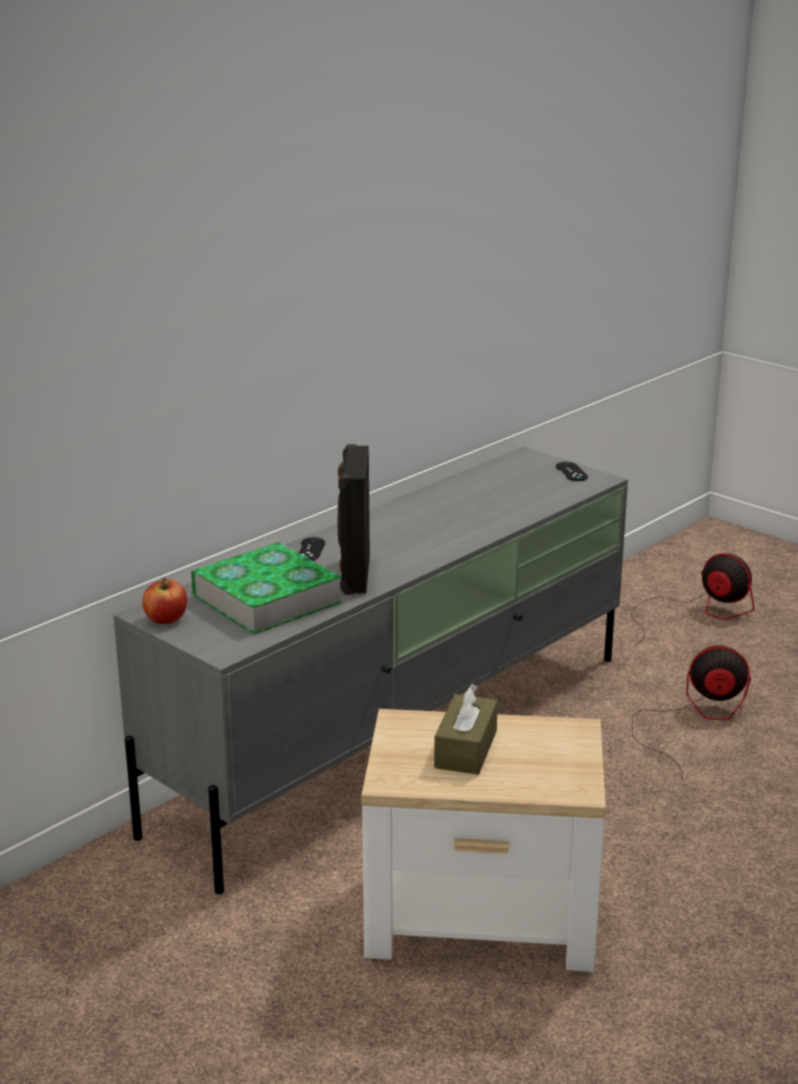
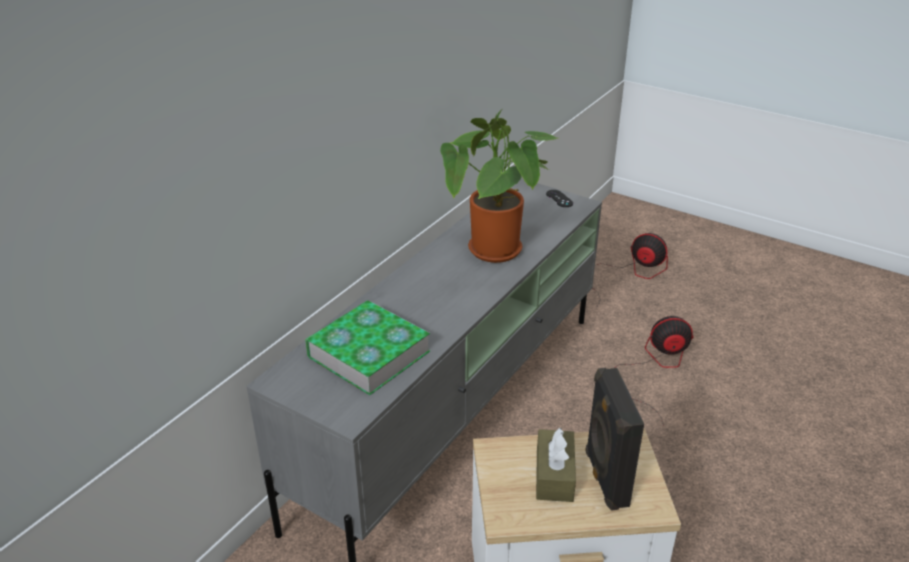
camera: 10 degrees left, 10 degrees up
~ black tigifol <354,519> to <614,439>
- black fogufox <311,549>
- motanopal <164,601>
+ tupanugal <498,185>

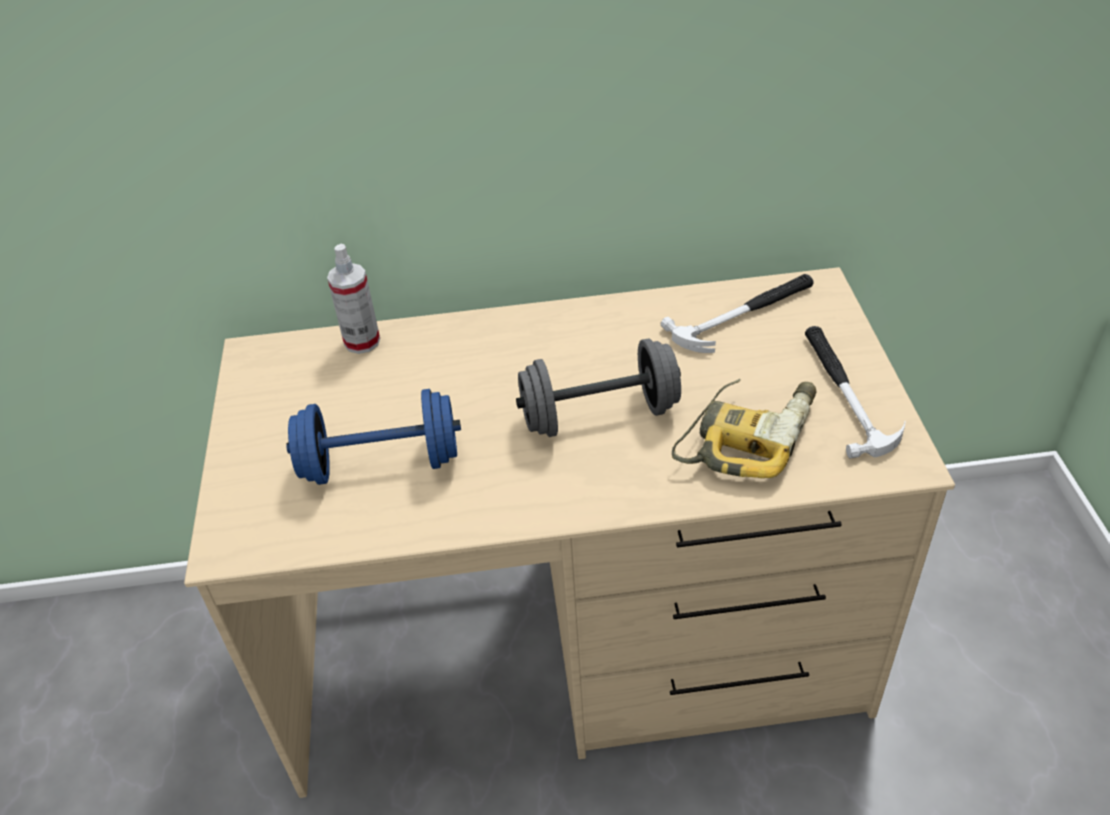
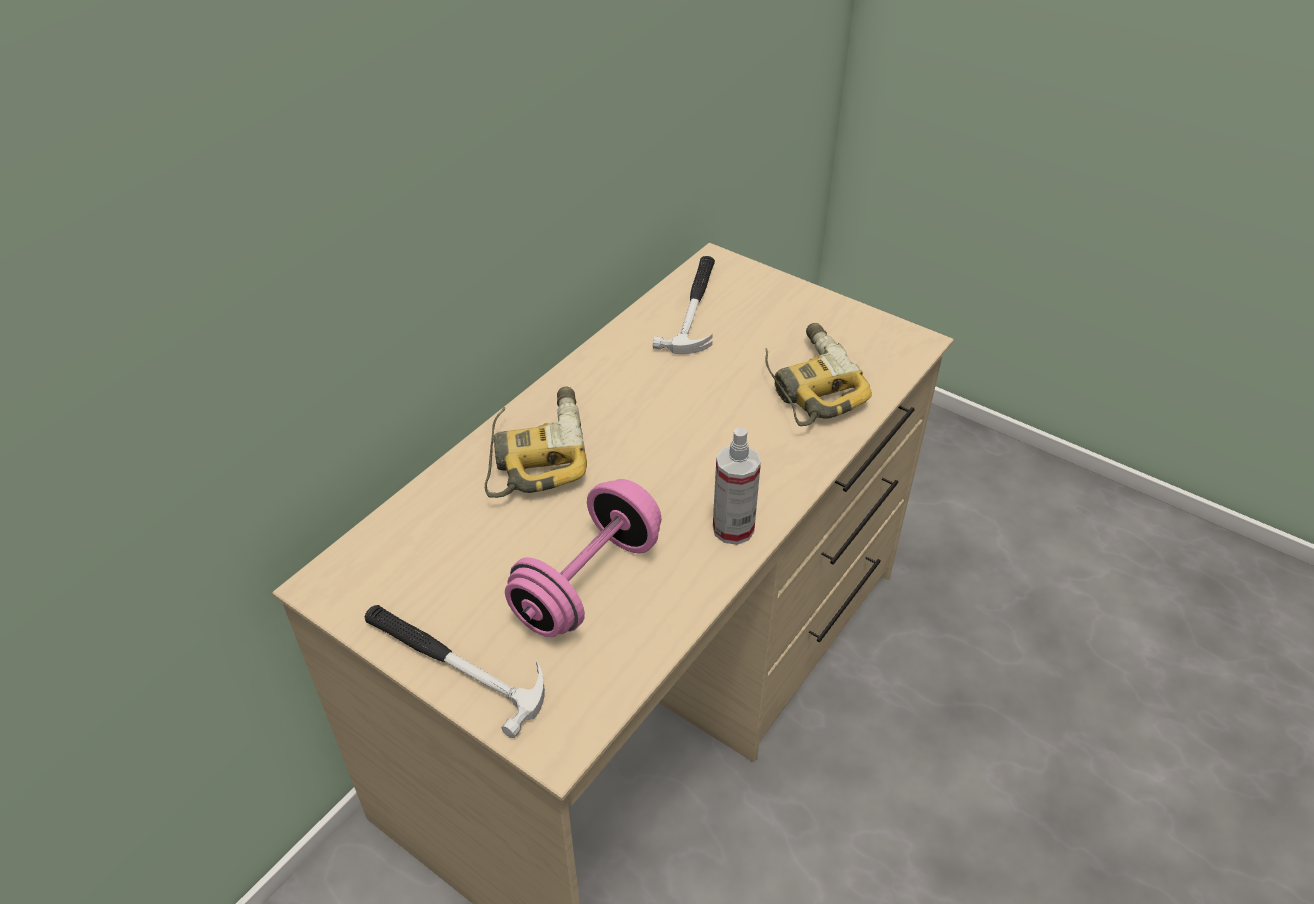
camera: 50 degrees left, 0 degrees up
~ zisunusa <353,299> to <737,486>
~ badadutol <855,392> to <455,671>
- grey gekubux <598,387>
~ blue gekubux <373,437> to pink gekubux <583,558>
+ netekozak <536,442>

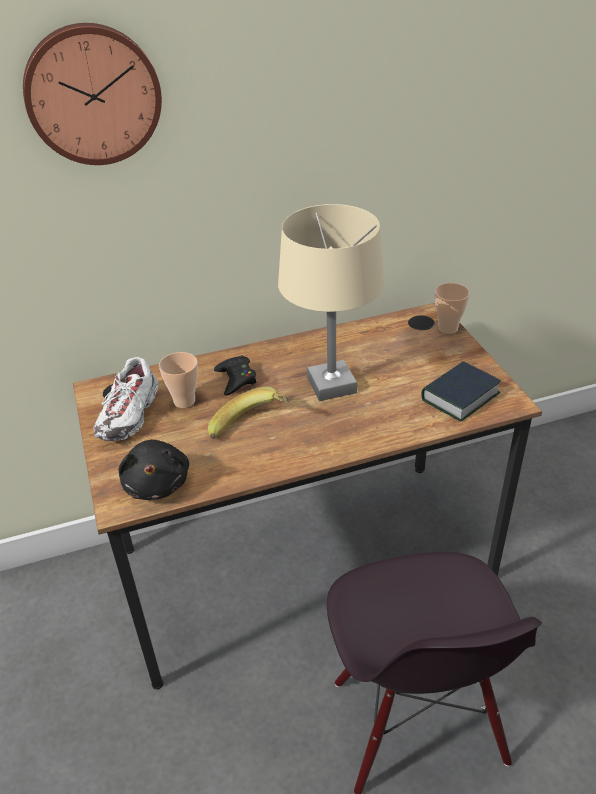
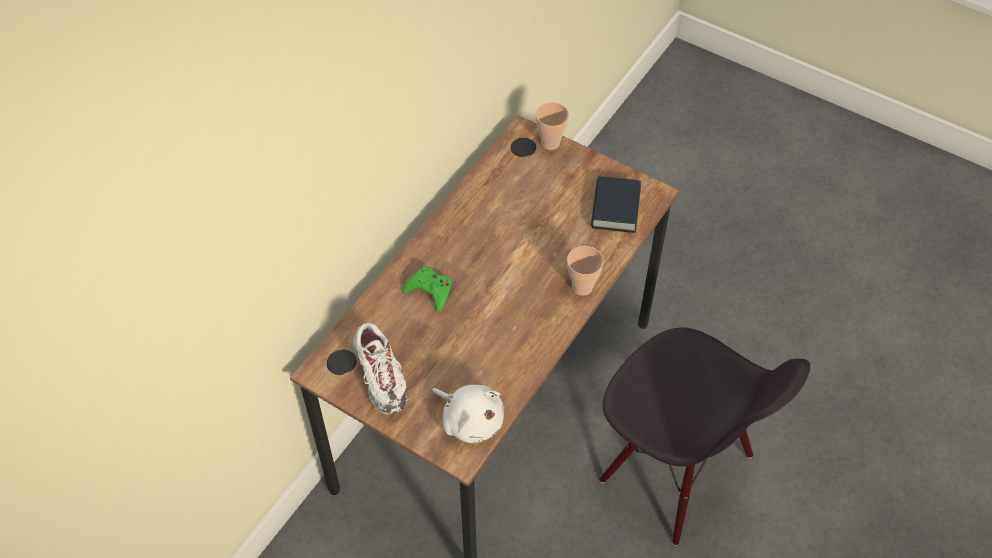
camera: 40 degrees left, 15 degrees up
- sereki <92,94>
- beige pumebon <331,302>
~ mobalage <178,380> to <585,271>
~ black fogufox <235,375> to green fogufox <427,289>
- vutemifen <249,413>
~ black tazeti <153,469> to white tazeti <468,414>

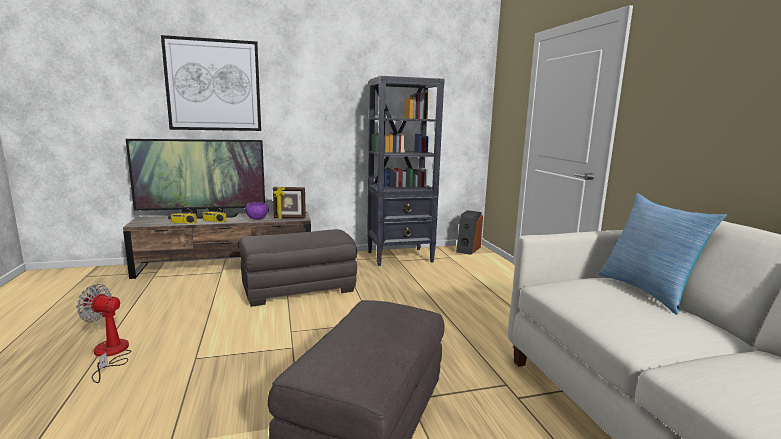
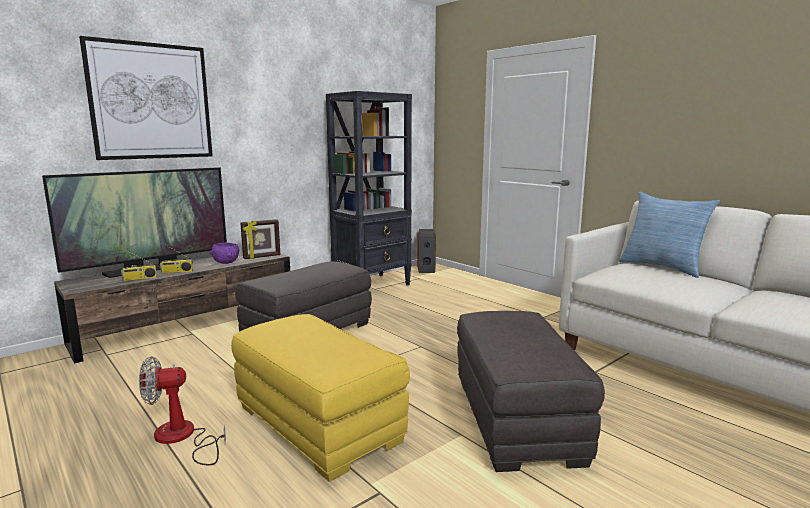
camera: 25 degrees left, 0 degrees up
+ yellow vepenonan <320,398>

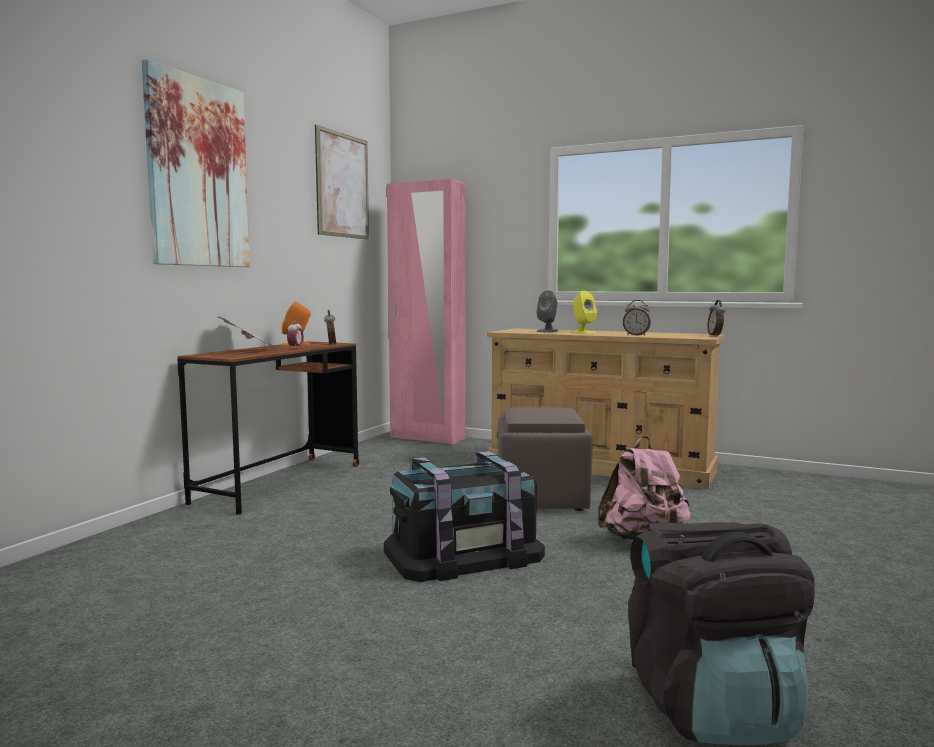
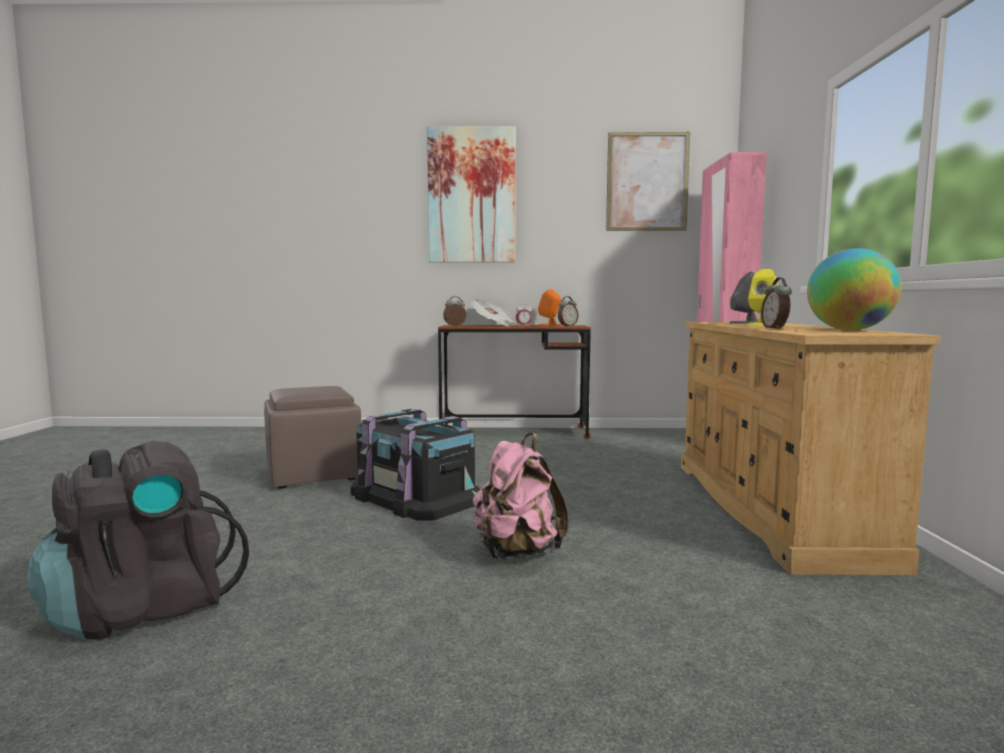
camera: 65 degrees right, 0 degrees up
~ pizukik <716,318> to <454,311>
~ brown vepenonan <544,459> to <312,437>
+ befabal <854,289>

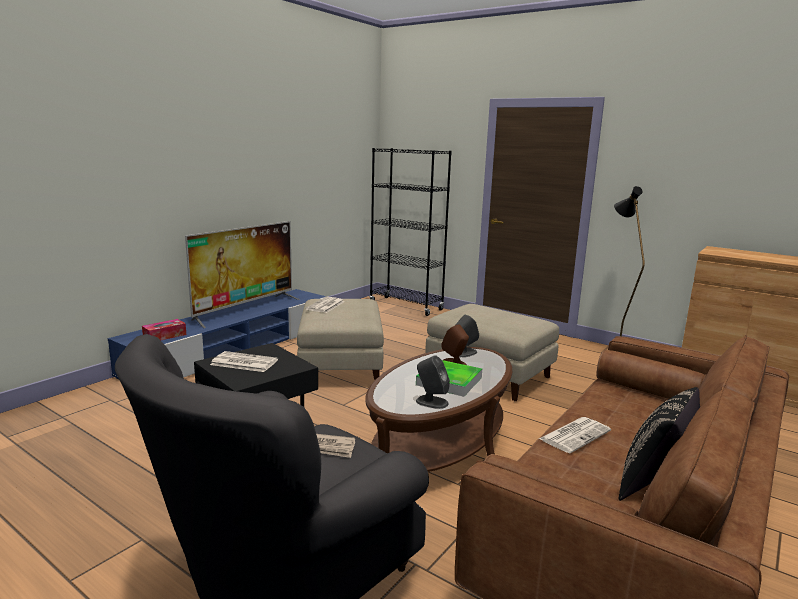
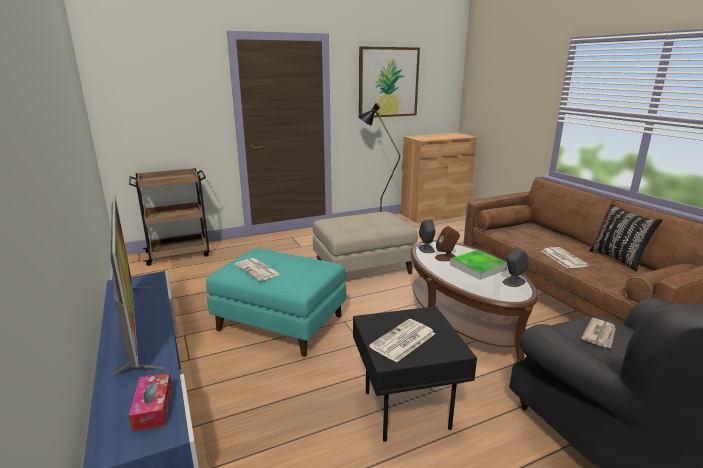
camera: 60 degrees left, 5 degrees up
~ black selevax <410,232> to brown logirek <169,217>
~ beige vepenonan <340,340> to turquoise vepenonan <276,302>
+ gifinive <389,81>

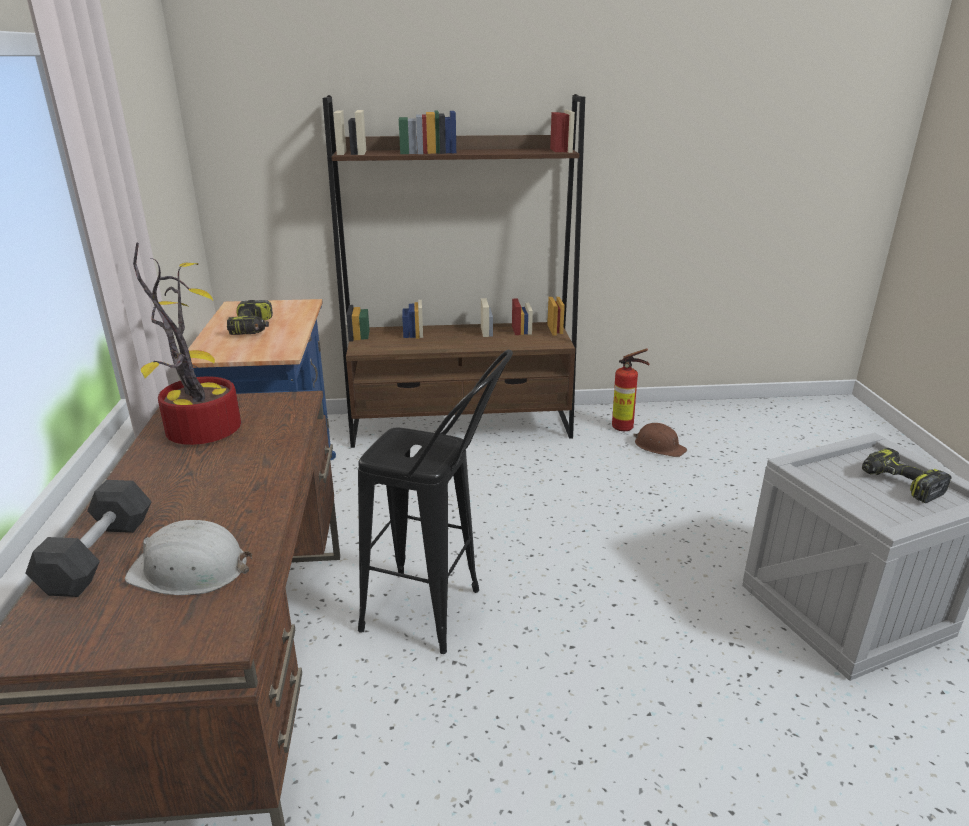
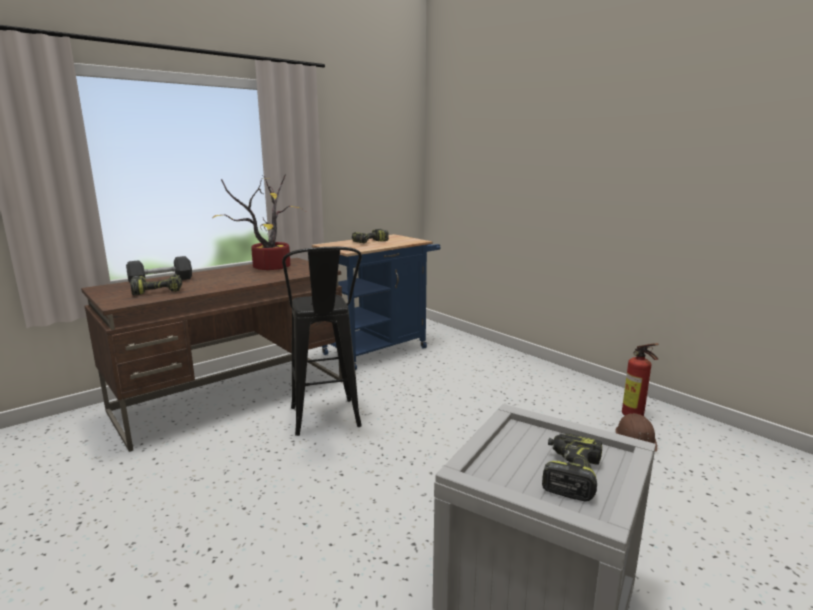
camera: 55 degrees right, 10 degrees down
- brown selevax <454,271>
~ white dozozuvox <188,557> to netekozak <156,284>

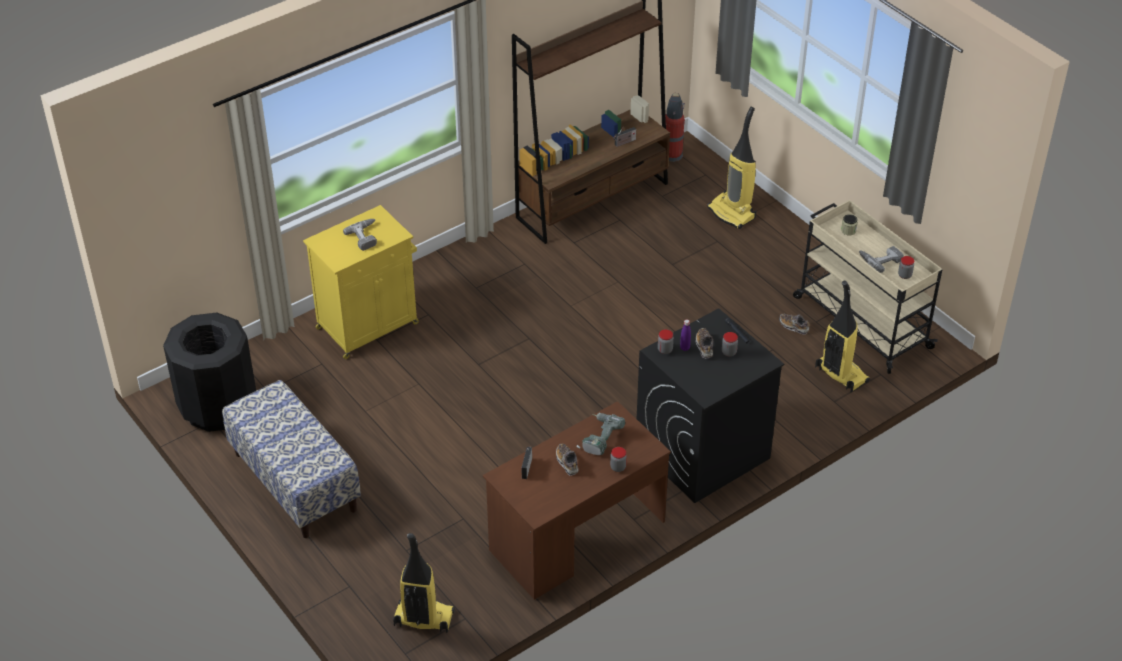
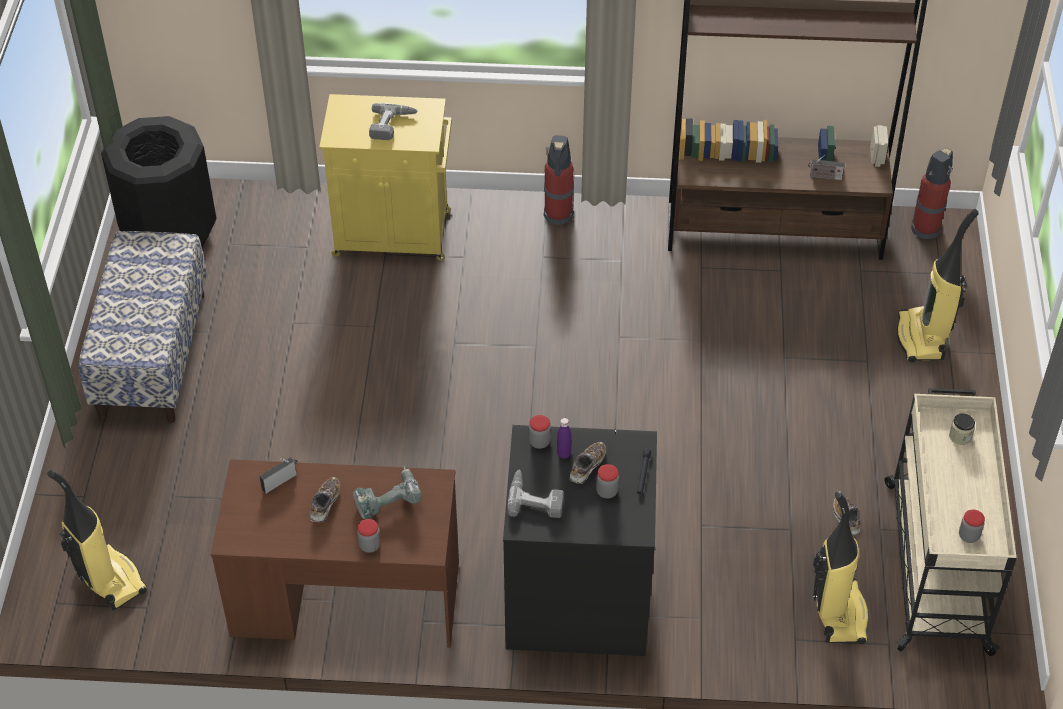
camera: 40 degrees right, 5 degrees up
~ netekozak <881,259> to <535,494>
+ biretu <558,180>

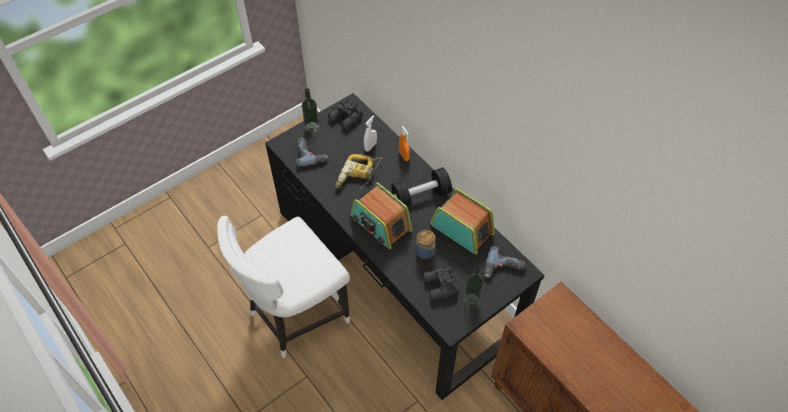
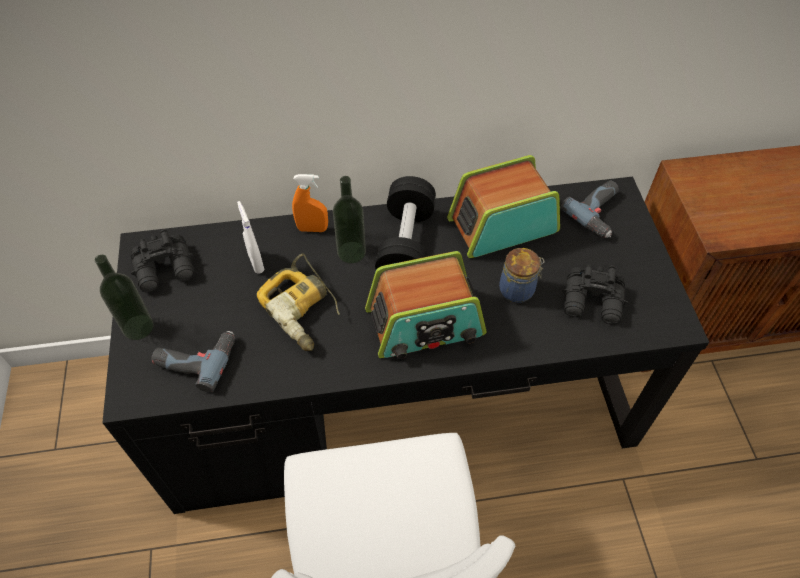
camera: 60 degrees left, 0 degrees up
~ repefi <473,287> to <349,219>

